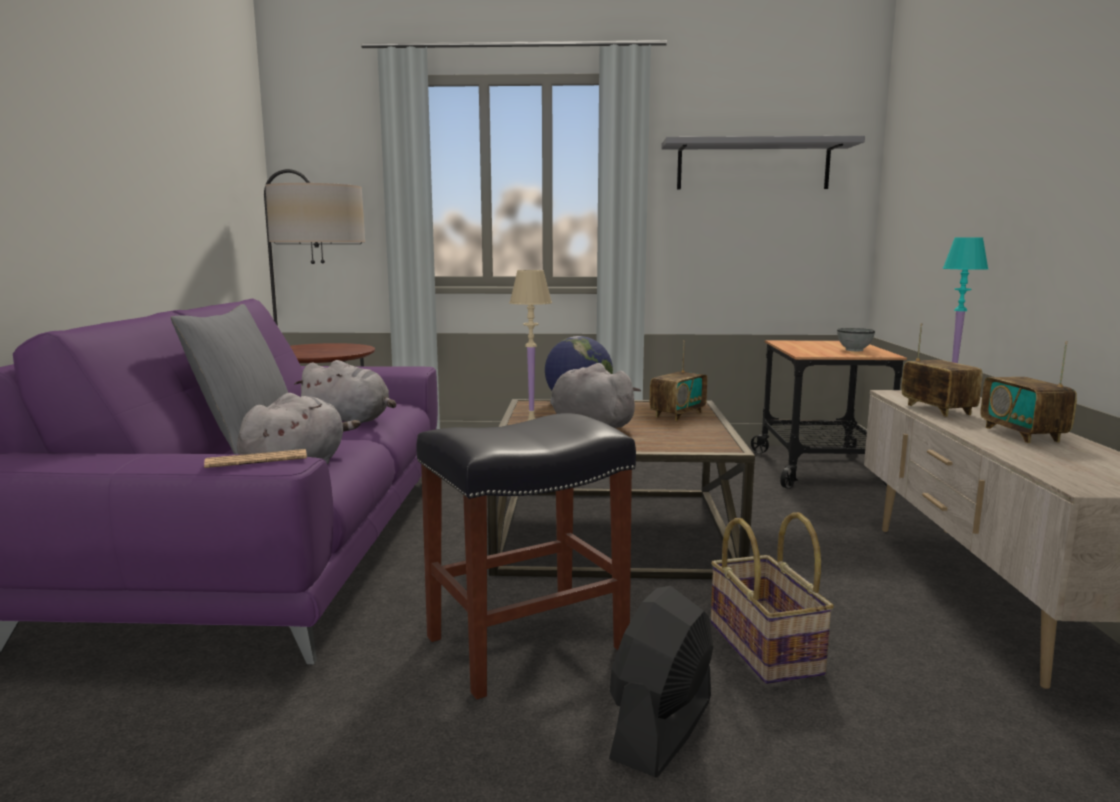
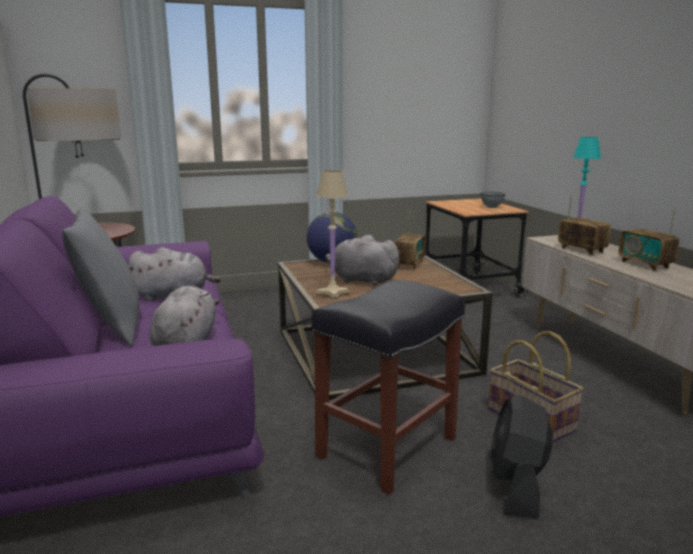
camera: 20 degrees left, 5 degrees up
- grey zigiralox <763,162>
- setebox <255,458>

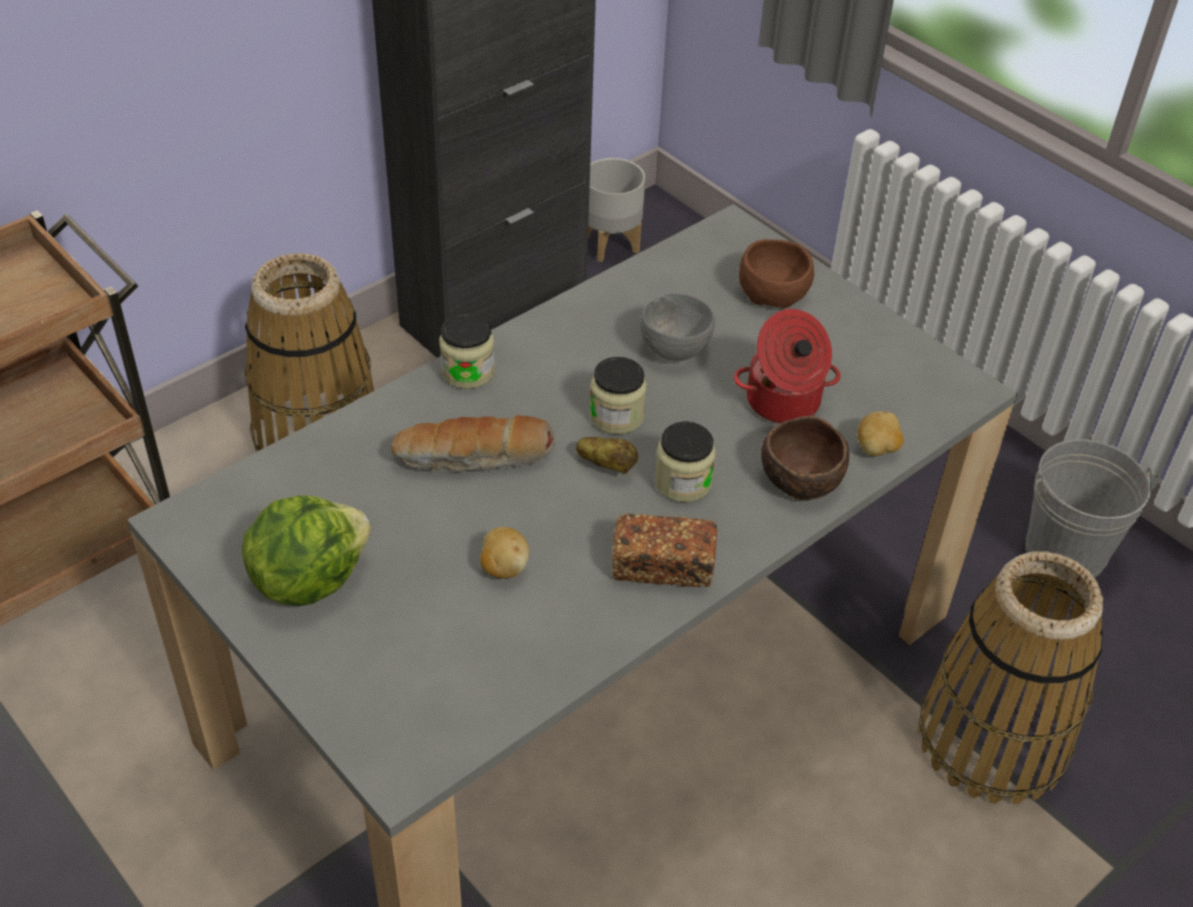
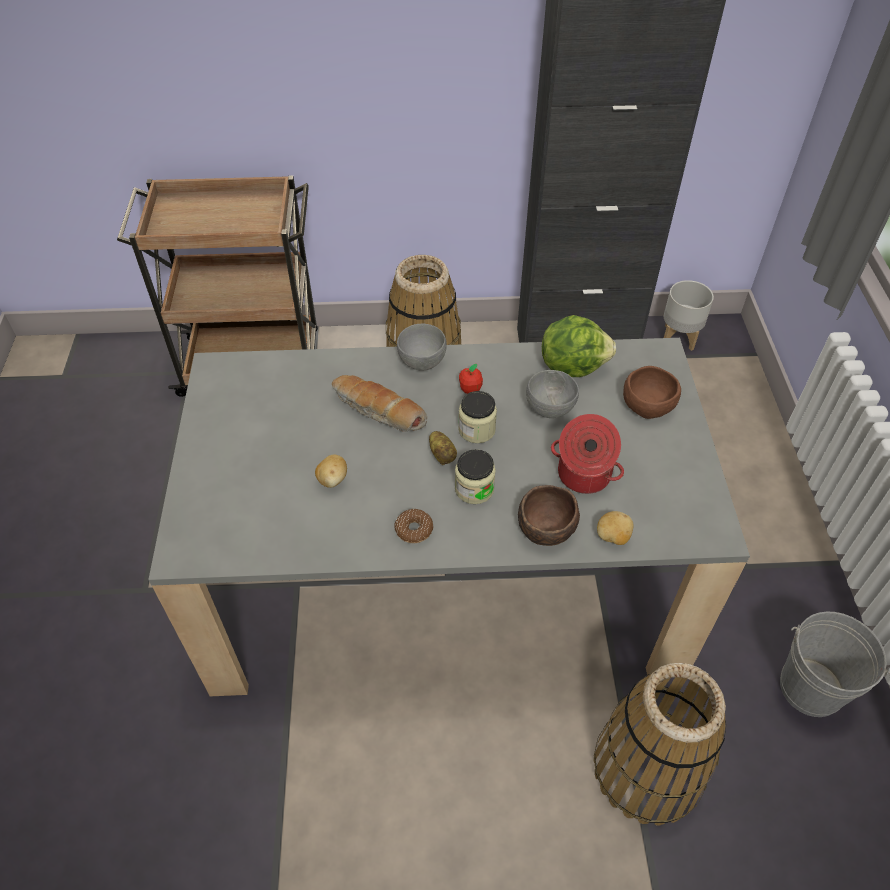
camera: 40 degrees right, 5 degrees up
~ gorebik <467,351> to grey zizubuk <422,347>
~ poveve <306,550> to <579,346>
~ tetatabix <664,550> to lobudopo <413,526>
+ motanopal <471,379>

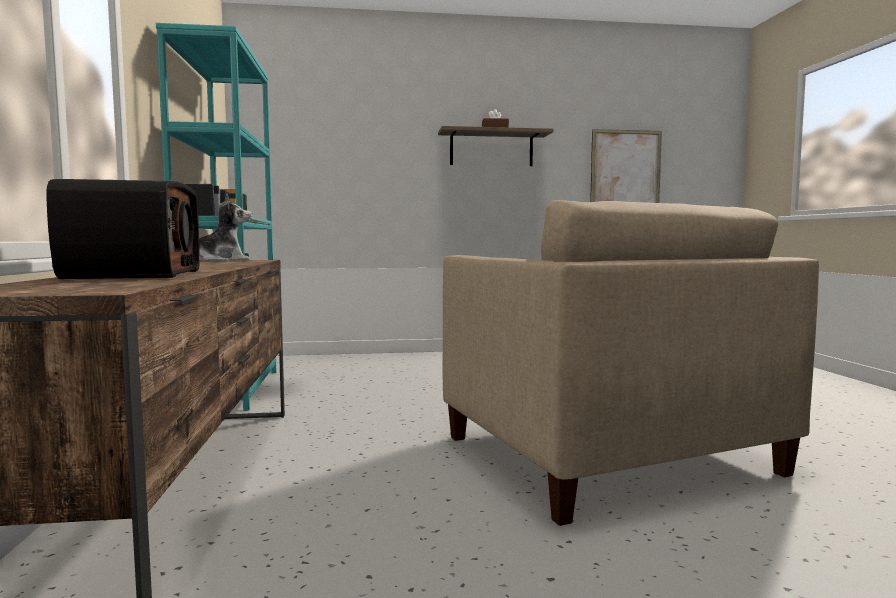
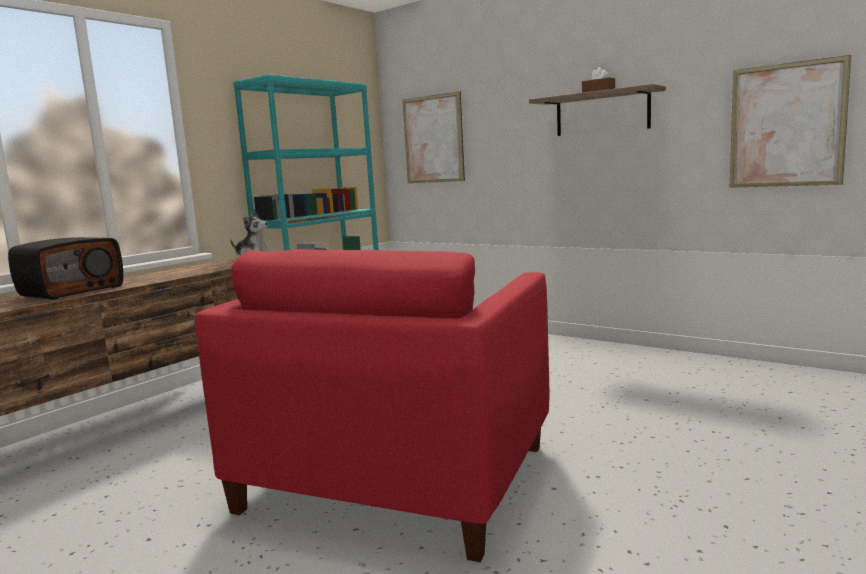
camera: 45 degrees right, 5 degrees up
~ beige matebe <631,363> to red matebe <372,405>
+ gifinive <434,137>

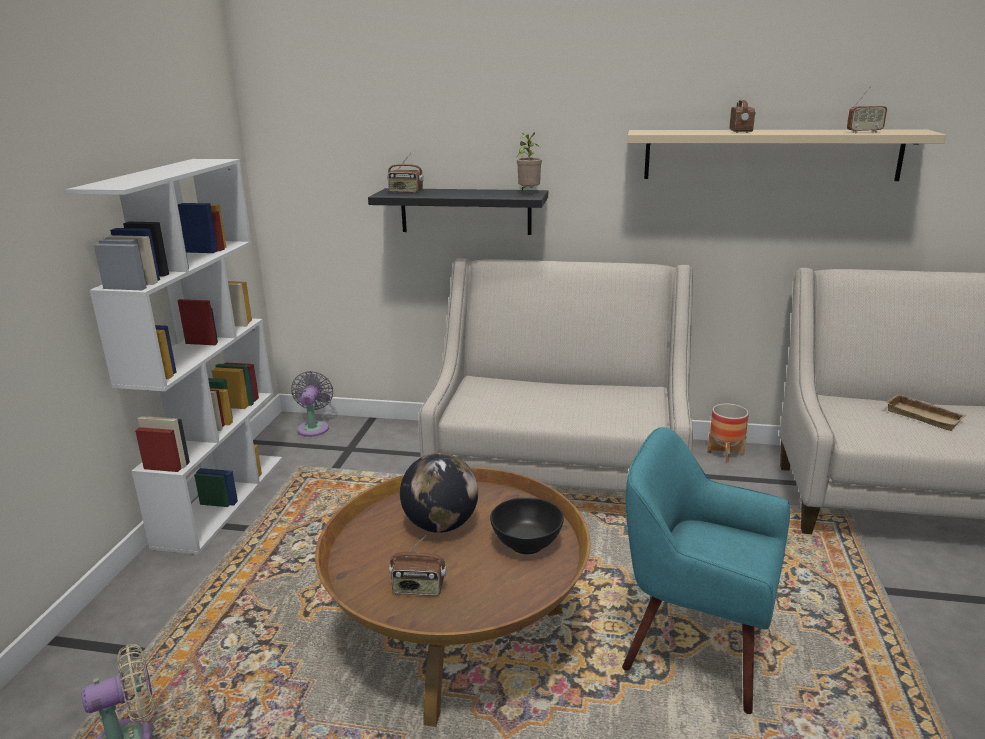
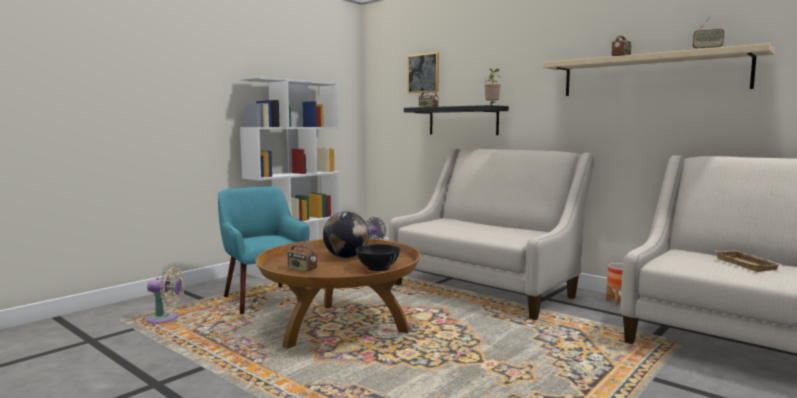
camera: 30 degrees right, 15 degrees down
~ turquoise matebe <706,570> to <264,250>
+ gifinive <423,72>

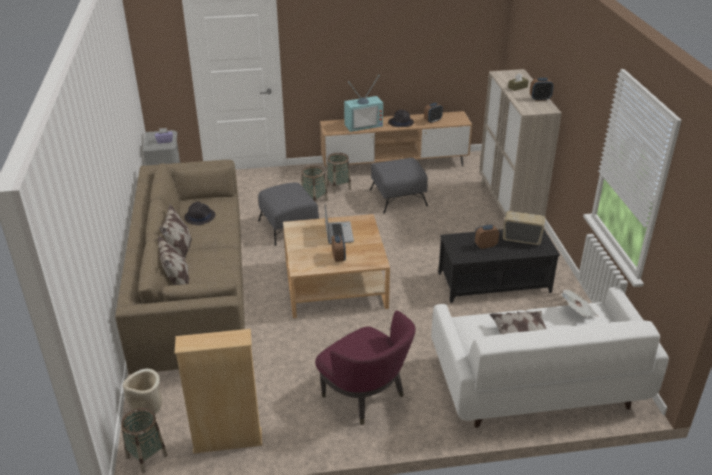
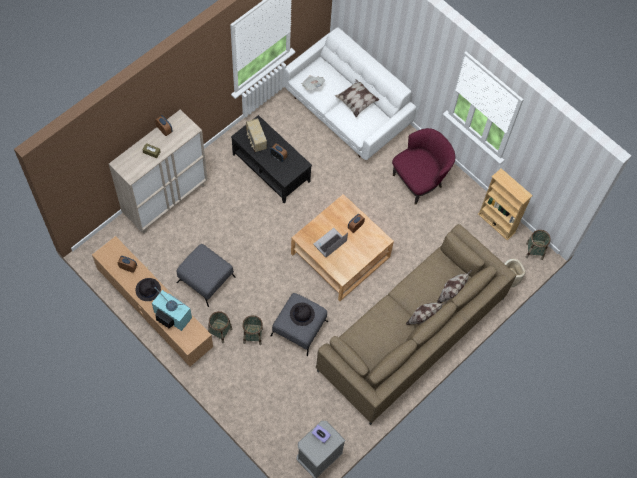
camera: 130 degrees left, 30 degrees up
~ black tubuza <199,213> to <302,314>
~ purple matebe <365,367> = <423,166> 45 degrees clockwise

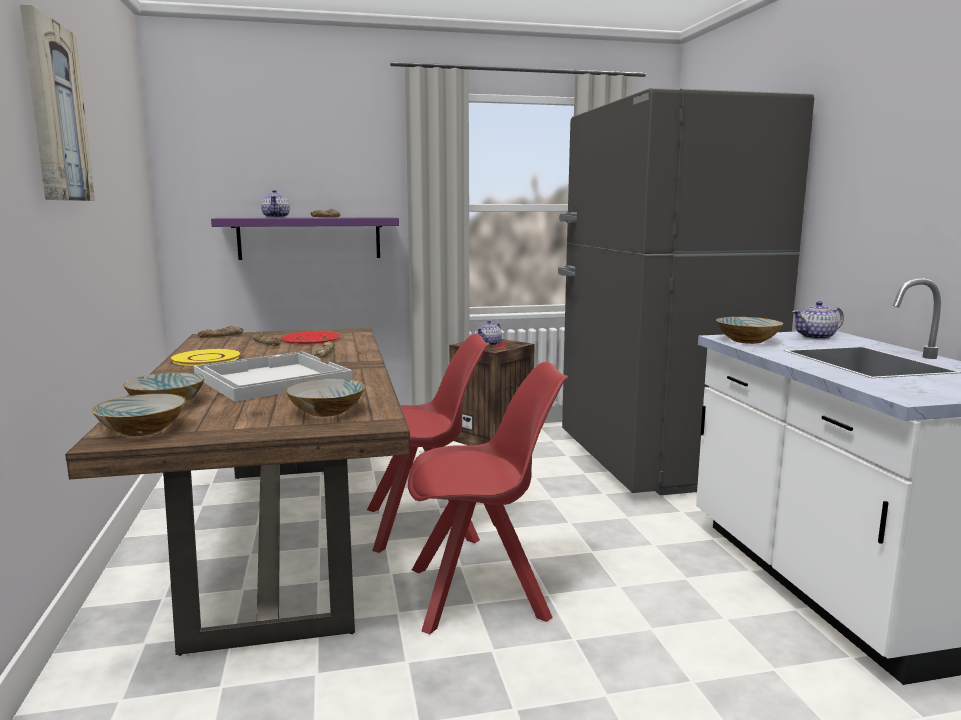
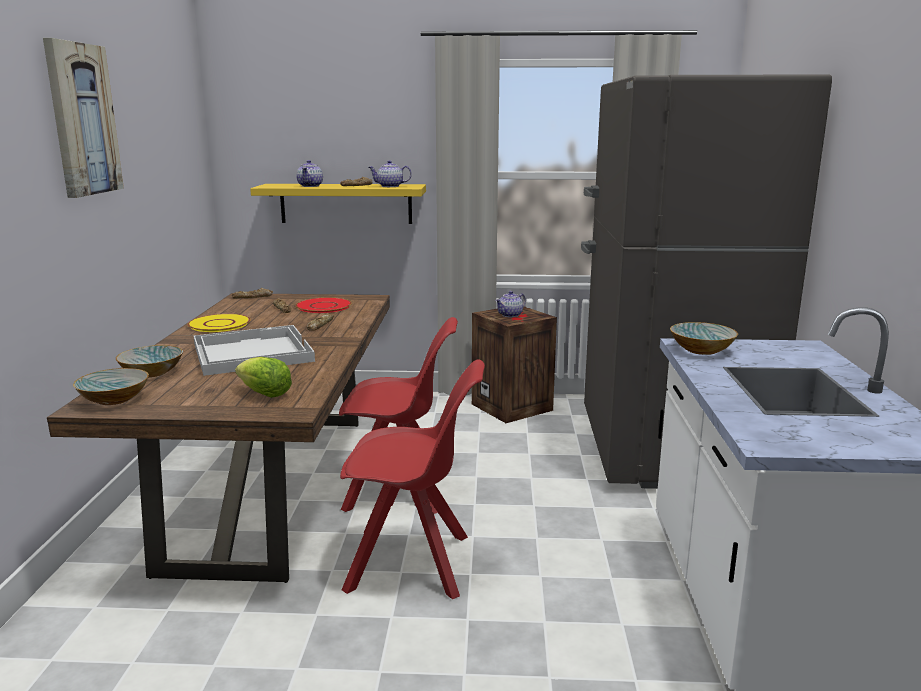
camera: 15 degrees right, 5 degrees up
~ purple zigiralox <305,238> to yellow zigiralox <338,204>
~ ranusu <818,320> to <390,173>
~ zizubuk <325,398> to poveve <263,377>

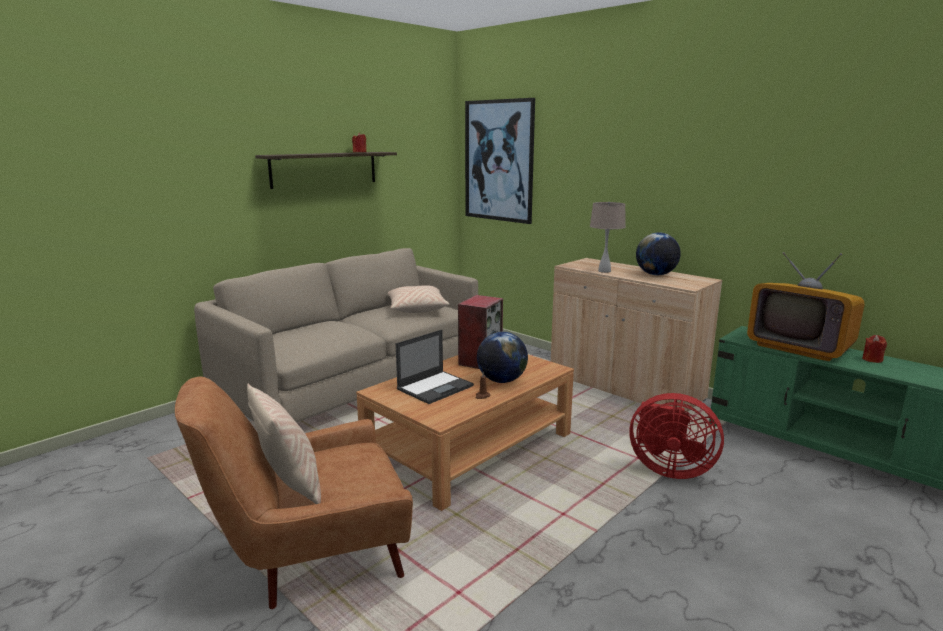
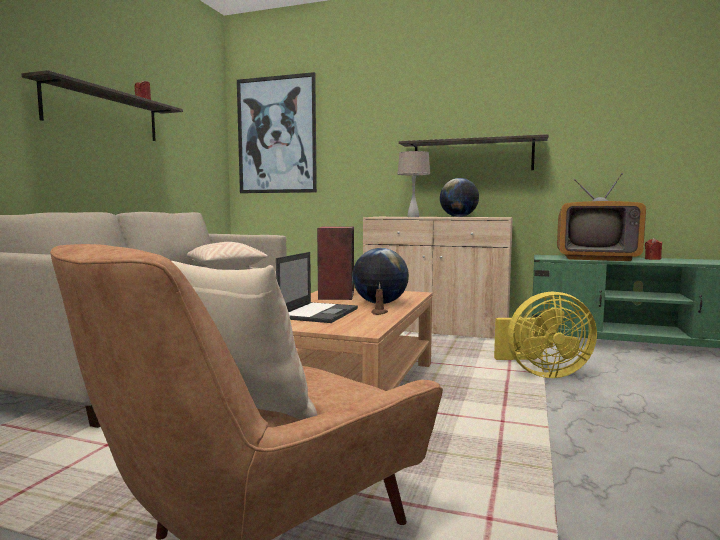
camera: 25 degrees left, 10 degrees down
~ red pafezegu <677,436> to yellow pafezegu <545,335>
+ zigiralox <474,152>

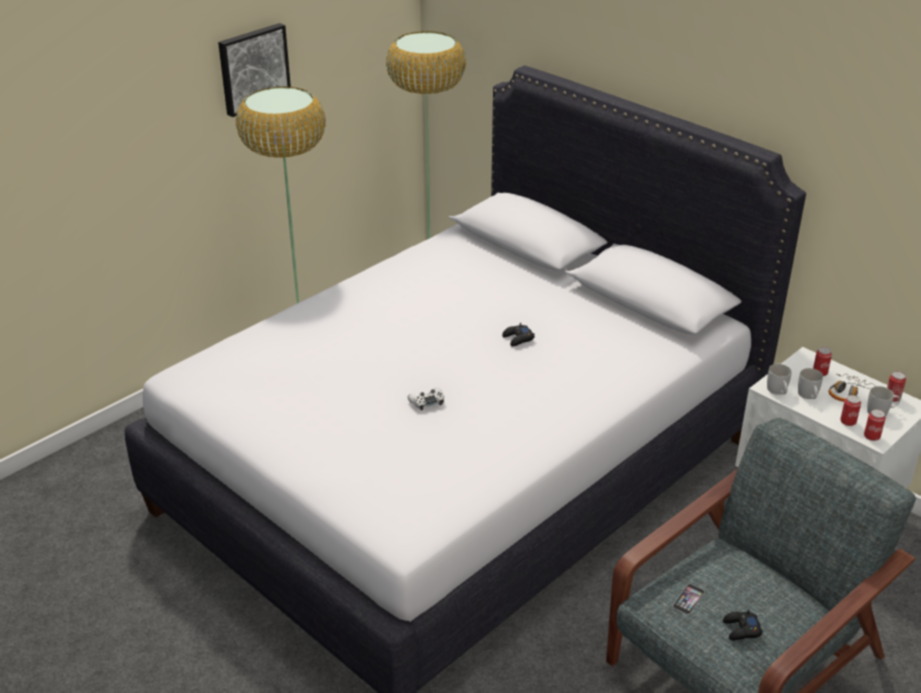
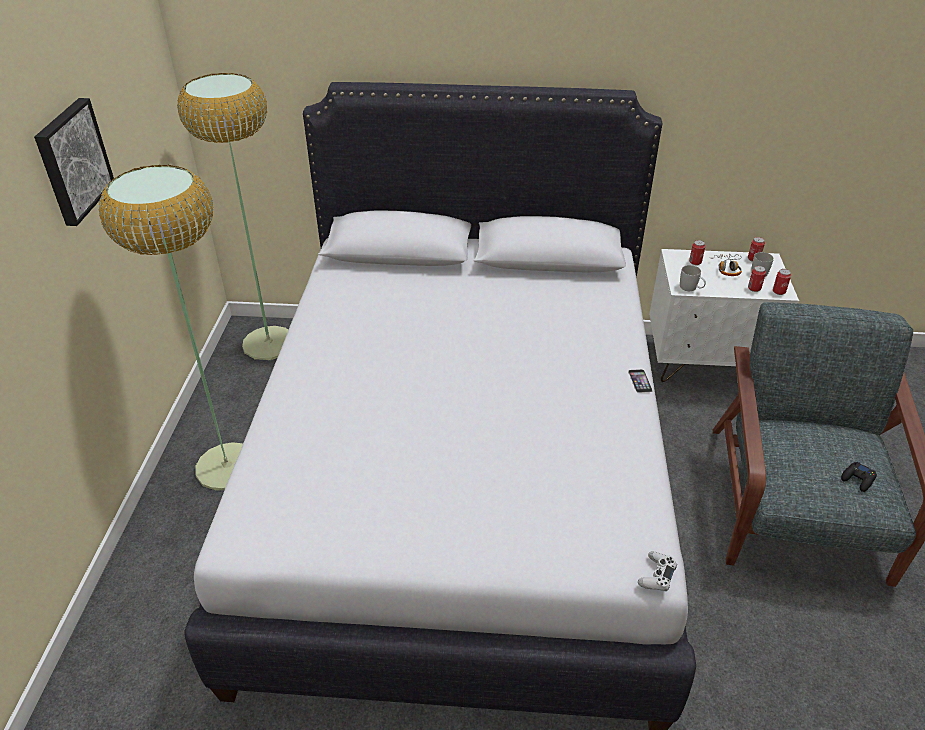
camera: 40 degrees left, 5 degrees up
- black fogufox <518,335>
- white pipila <810,383>
~ white fogufox <426,398> to <657,571>
~ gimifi <689,599> to <640,381>

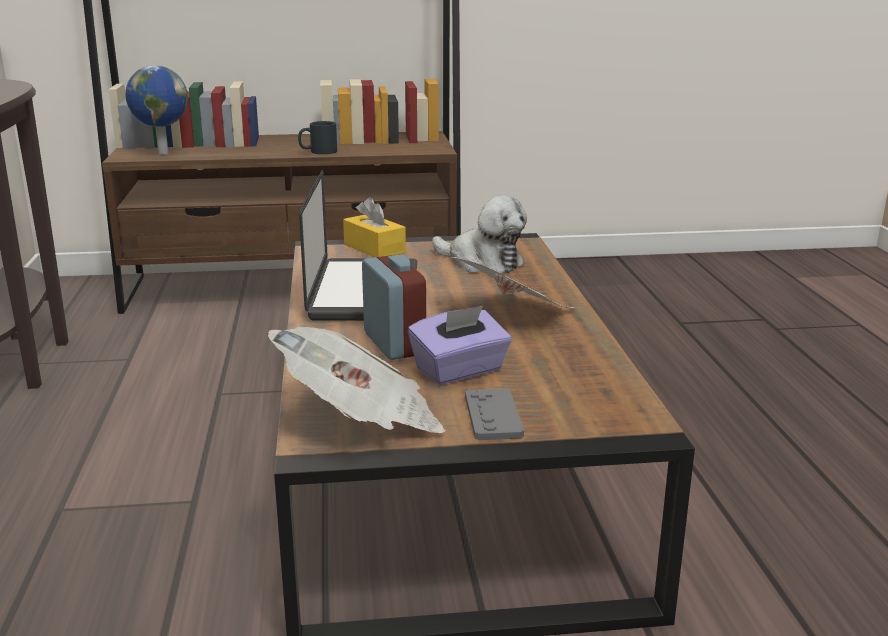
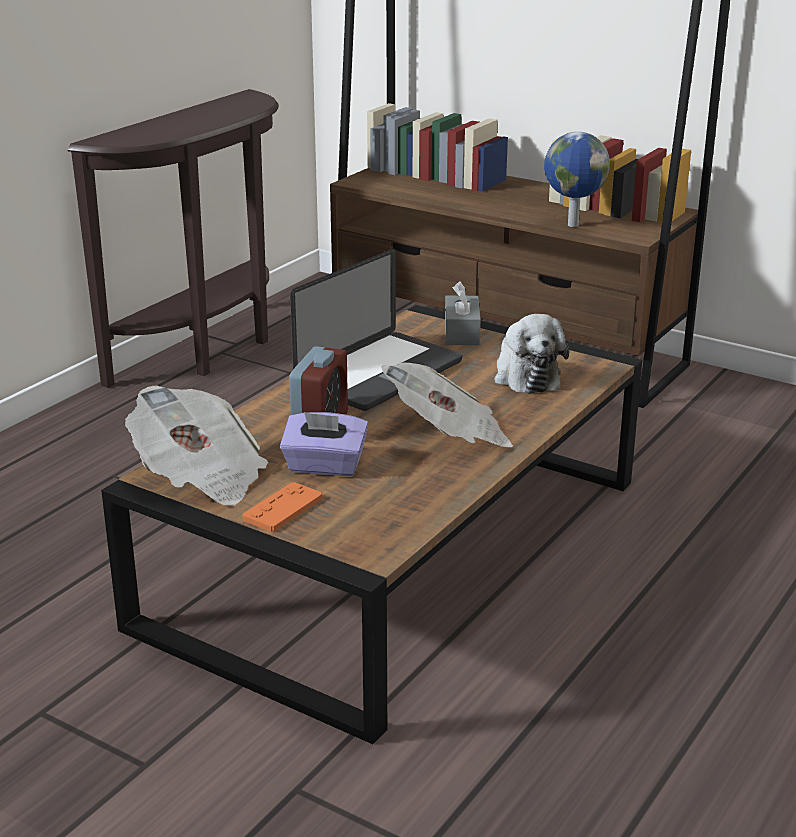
camera: 40 degrees right, 5 degrees up
~ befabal <156,110> to <577,179>
- black pipila <317,137>
~ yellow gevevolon <374,227> to grey gevevolon <463,313>
~ grey fogufox <494,414> to orange fogufox <282,507>

